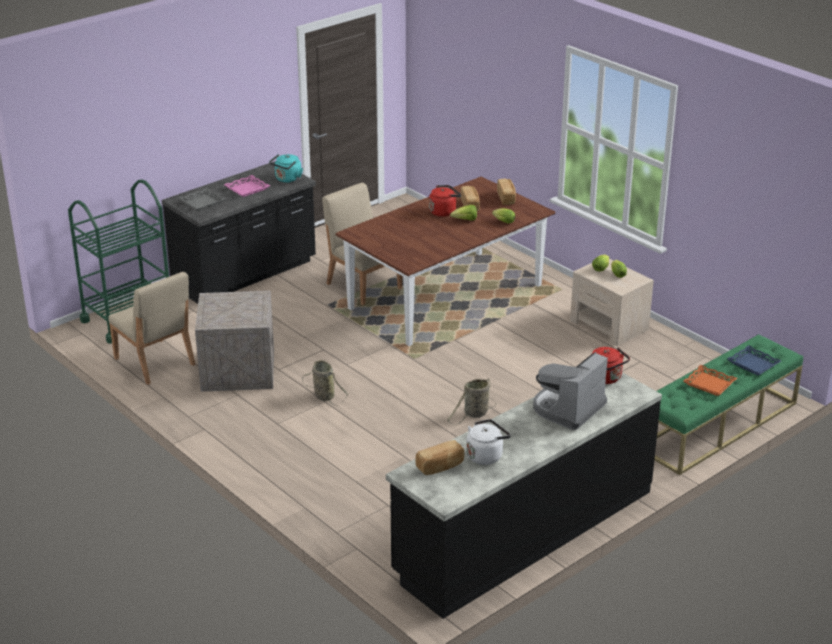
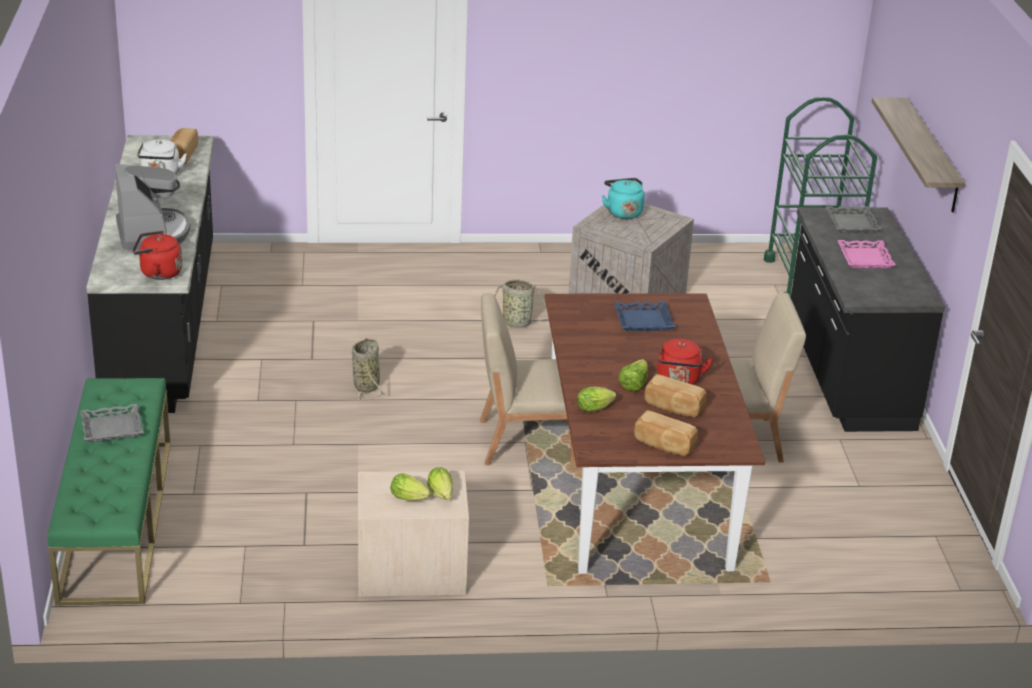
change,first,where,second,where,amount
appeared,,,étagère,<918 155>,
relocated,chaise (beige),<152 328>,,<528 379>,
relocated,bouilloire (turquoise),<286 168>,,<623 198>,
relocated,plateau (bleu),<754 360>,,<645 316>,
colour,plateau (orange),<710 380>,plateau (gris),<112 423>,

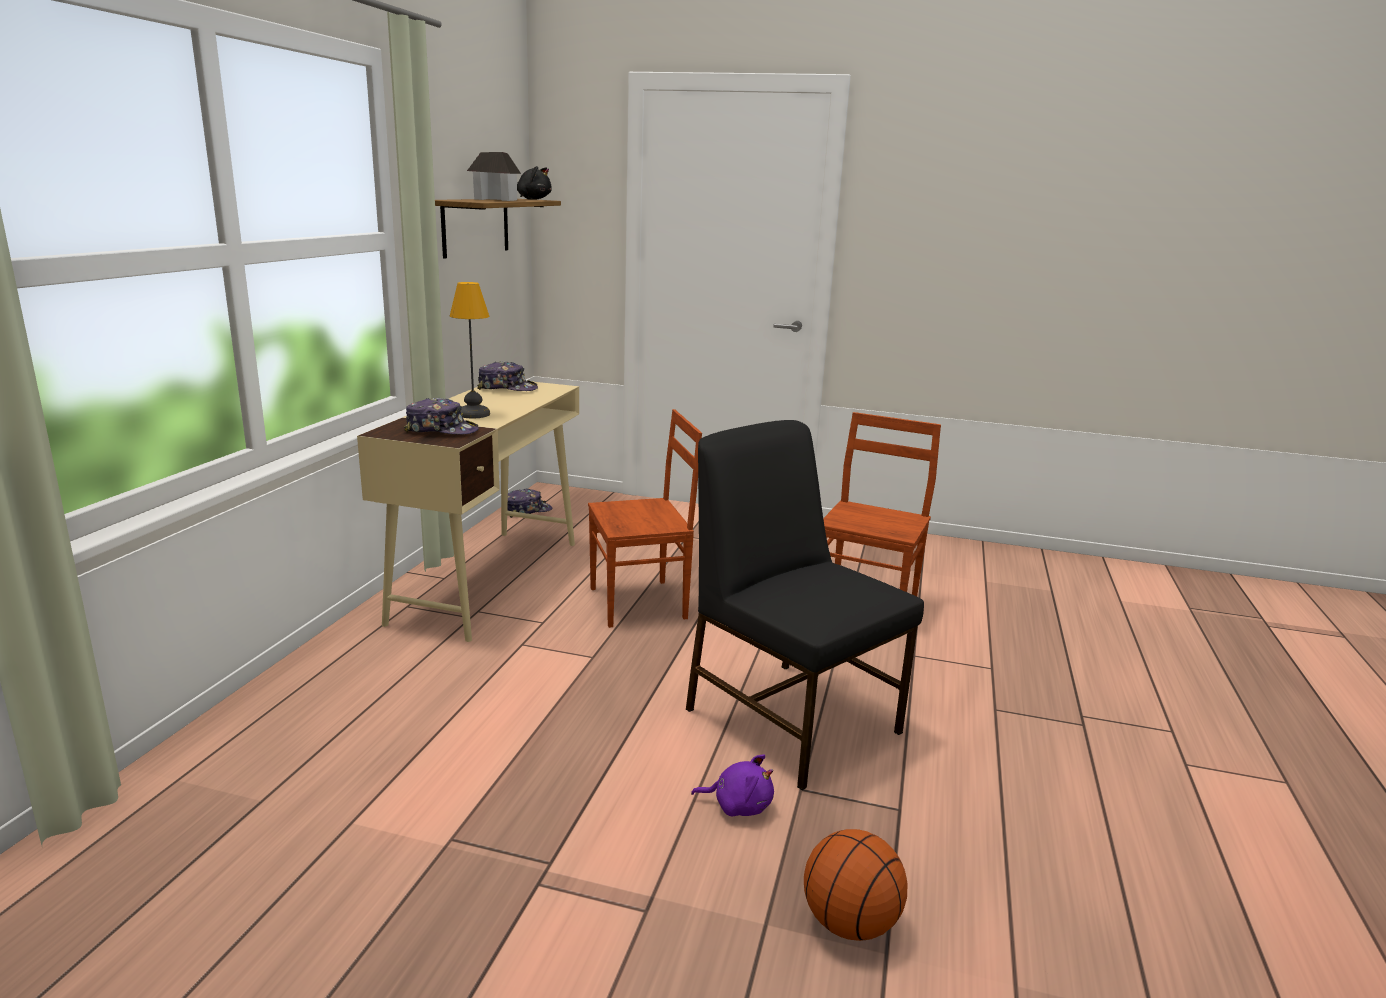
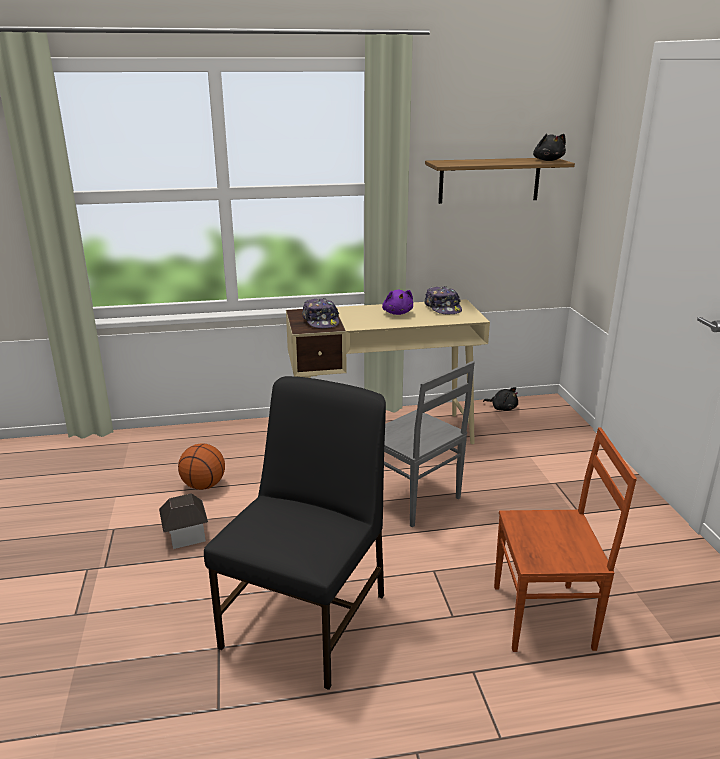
change,first,where,second,where,amount
missing,lampe de table,<470 350>,,,
relocated,maison miniature,<494 176>,,<183 521>,
relocated,peluche (violet),<732 785>,,<397 302>,
relocated,ballon de basket,<856 885>,,<201 467>,
exchanged,casquette,<529 503>,peluche (noir),<500 399>,
colour,chaise (marron),<645 518>,chaise (gris),<429 444>,

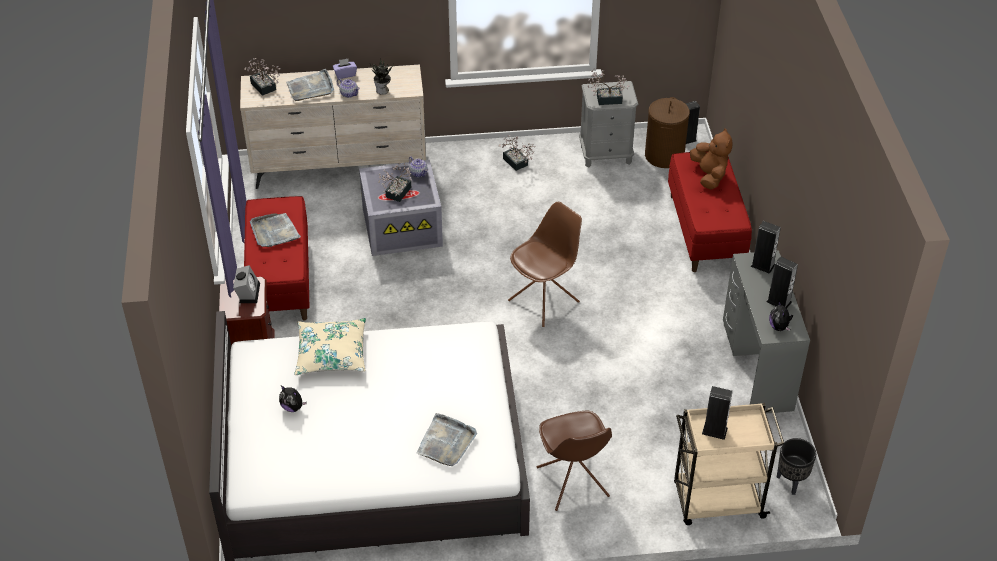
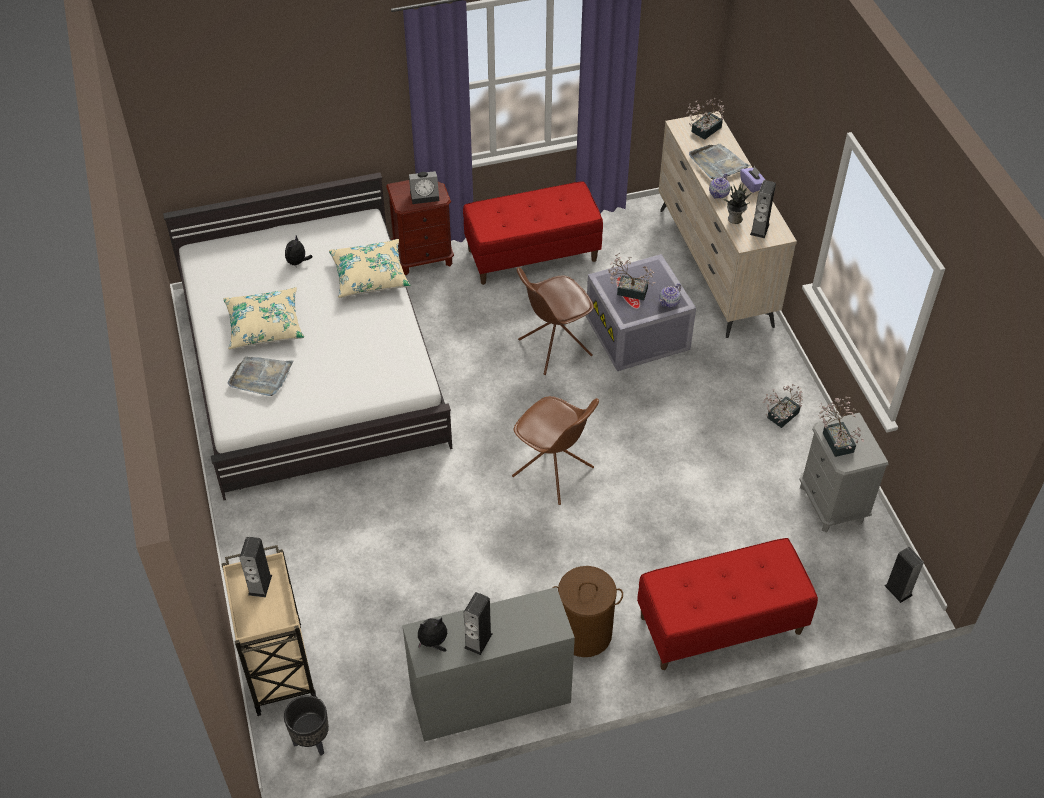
change,first,where,second,where,amount
missing,plateau (gris),<275 230>,,,
missing,peluche (marron),<711 159>,,,
appeared,,,coussin (beige),<263 318>,
relocated,chaise (marron),<574 461>,,<555 321>,
relocated,panier à linge (marron),<667 132>,,<587 611>,
relocated,enceinte,<766 247>,,<763 209>,

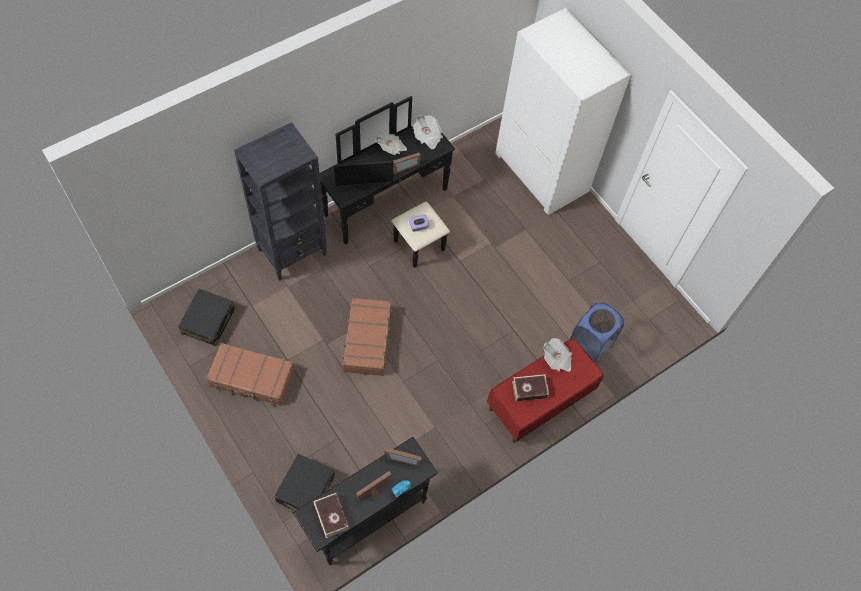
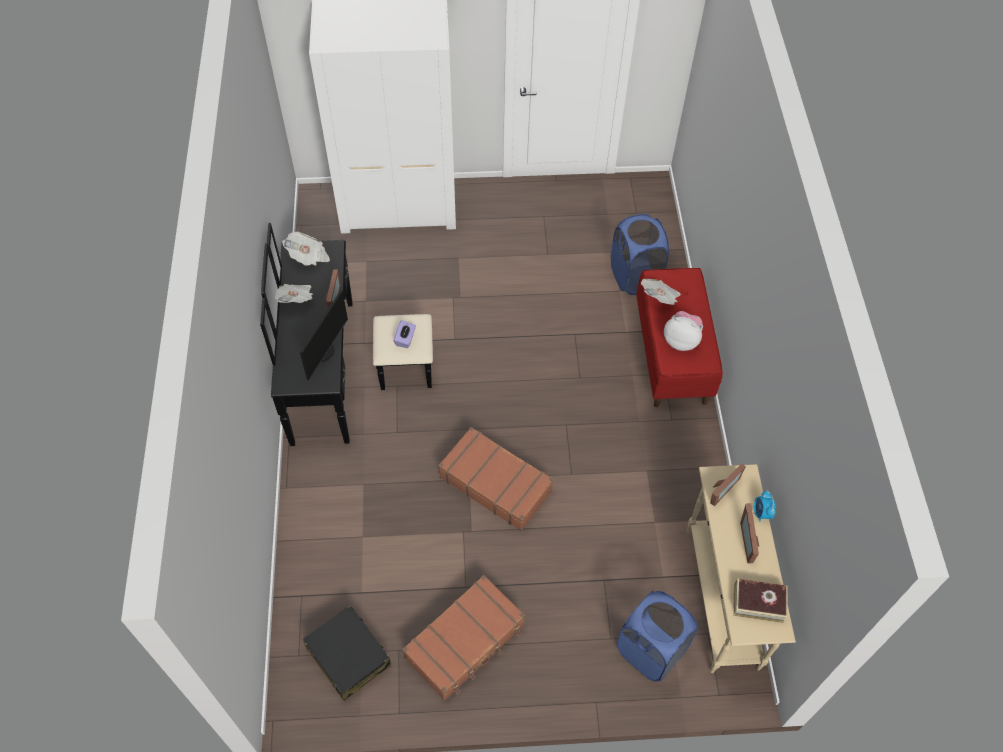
change,first,where,second,where,amount
missing,bibliothèque (noir),<280 201>,,,
exchanged,valise (noir),<304 483>,panier à linge (bleu),<657 636>,
exchanged,livre,<530 387>,peluche,<683 331>,
colour,table console (noir),<365 501>,table console (beige),<741 568>,

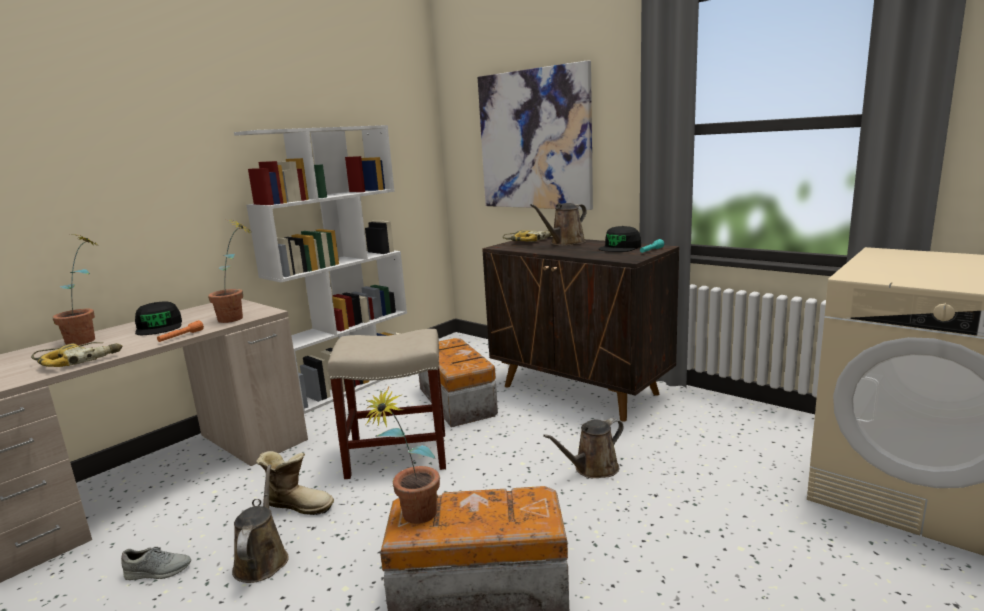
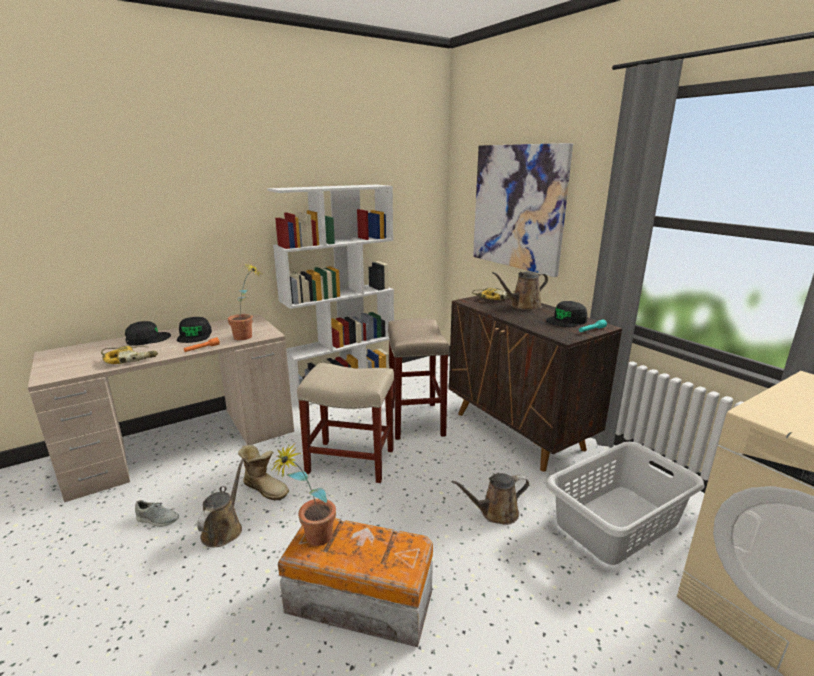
change,first,where,second,where,amount
appeared,,,panier à linge (gris),<624 503>,
exchanged,plante en pot,<75 289>,casquette (noir),<148 333>,
exchanged,boîte de rangement,<458 382>,tabouret (beige),<419 379>,

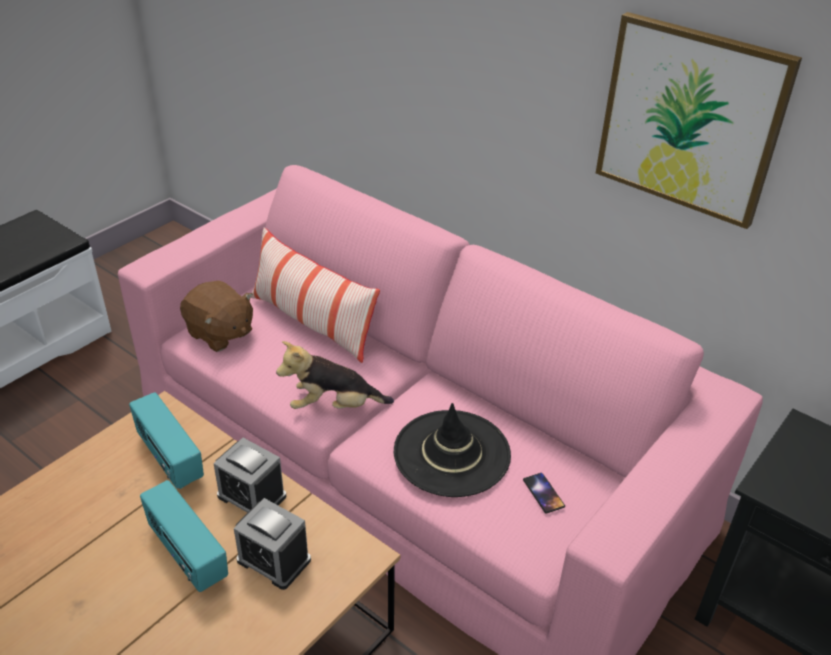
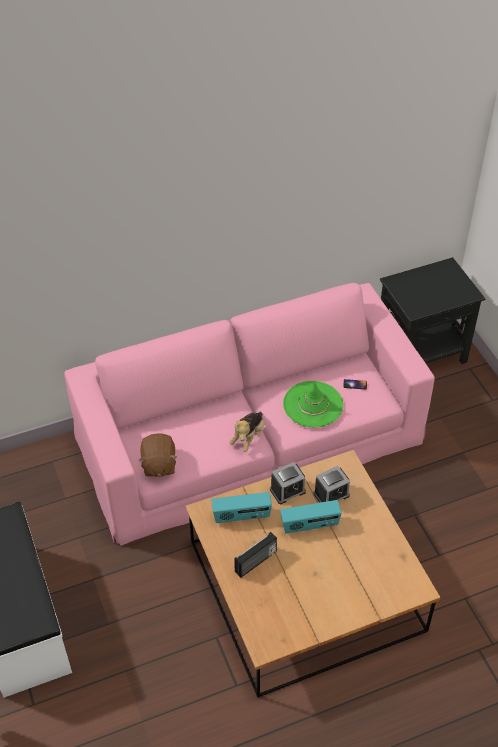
change,first,where,second,where,amount
missing,coussin,<315 295>,,,
missing,tableau,<699 120>,,,
appeared,,,radio,<255 555>,
colour,chapeau (noir),<452 450>,chapeau (vert),<313 404>,
spun,peluche (marron),<216 316>,,<158 455>,105 degrees clockwise

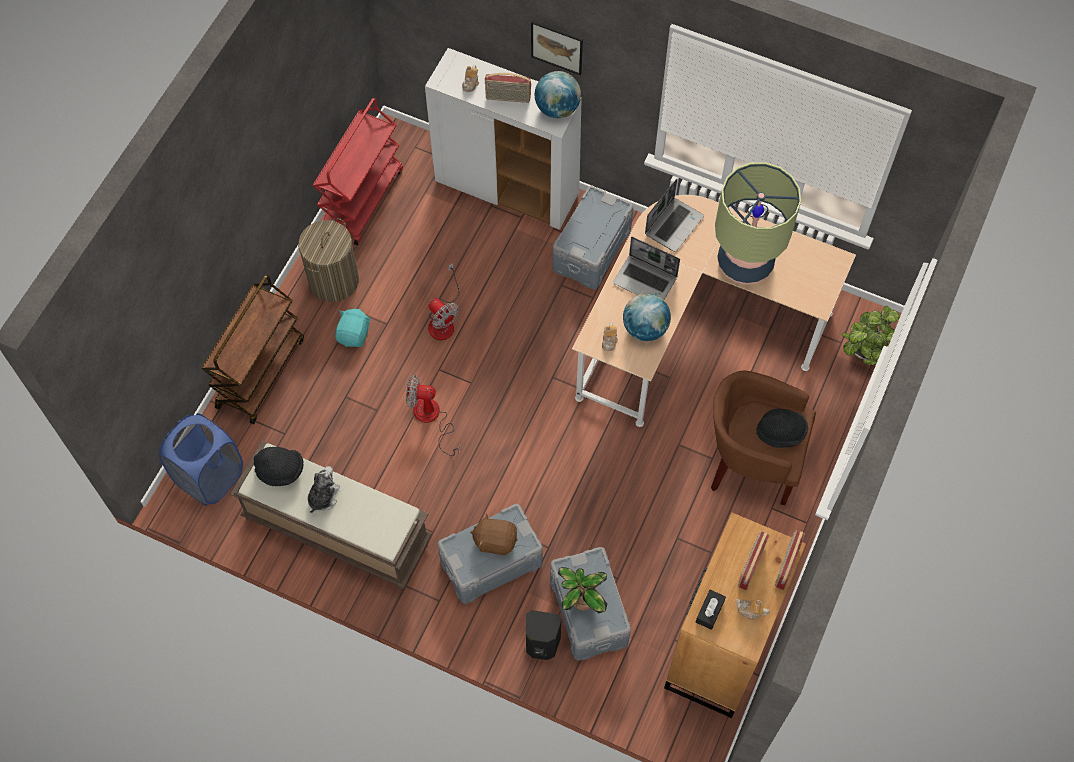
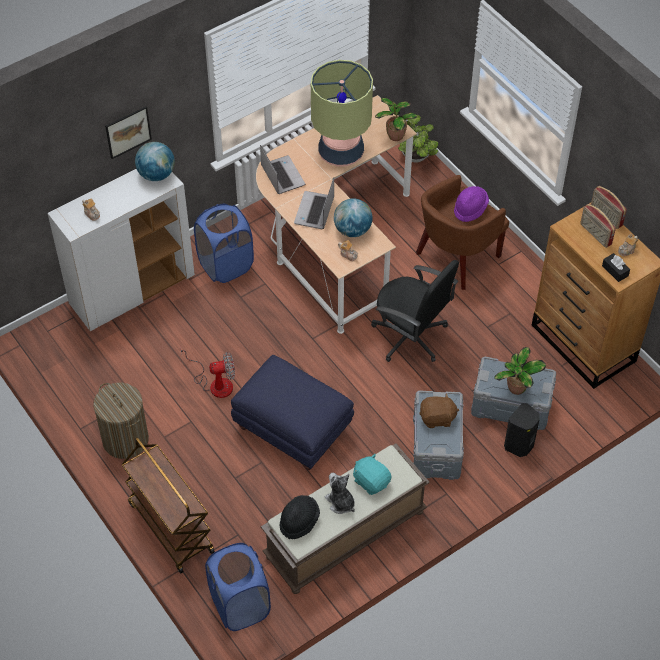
change,first,where,second,where,amount
missing,chariot (rouge),<358 171>,,,
missing,radio,<508 88>,,,
appeared,,,chaise de bureau (noir),<415 311>,
appeared,,,plante en pot,<396 119>,
relocated,peluche (turquoise),<352 328>,,<372 474>,
exchanged,ventilateur,<433 415>,pouf (bleu),<292 412>,
exchanged,boîte de rangement (gris),<592 237>,panier à linge (bleu),<224 243>,
colour,chapeau (noir),<782 428>,chapeau (violet),<471 204>,
spun,peluche (marron),<494 534>,,<439 410>,135 degrees counterclockwise
spun,ordinateur portable,<646 268>,,<314 203>,135 degrees clockwise

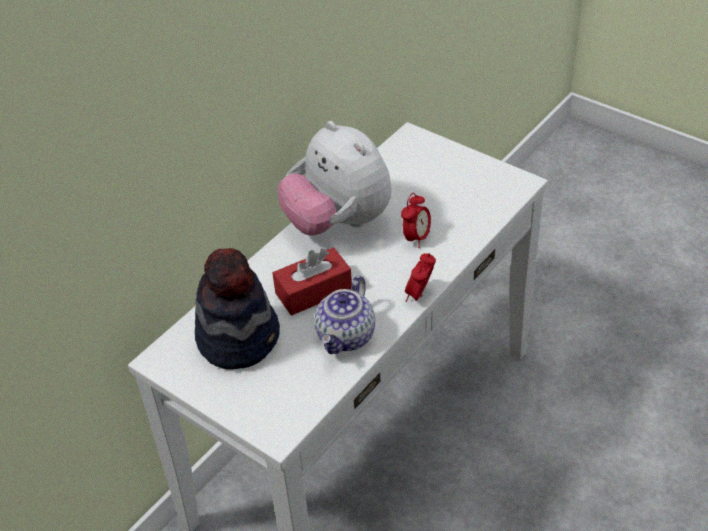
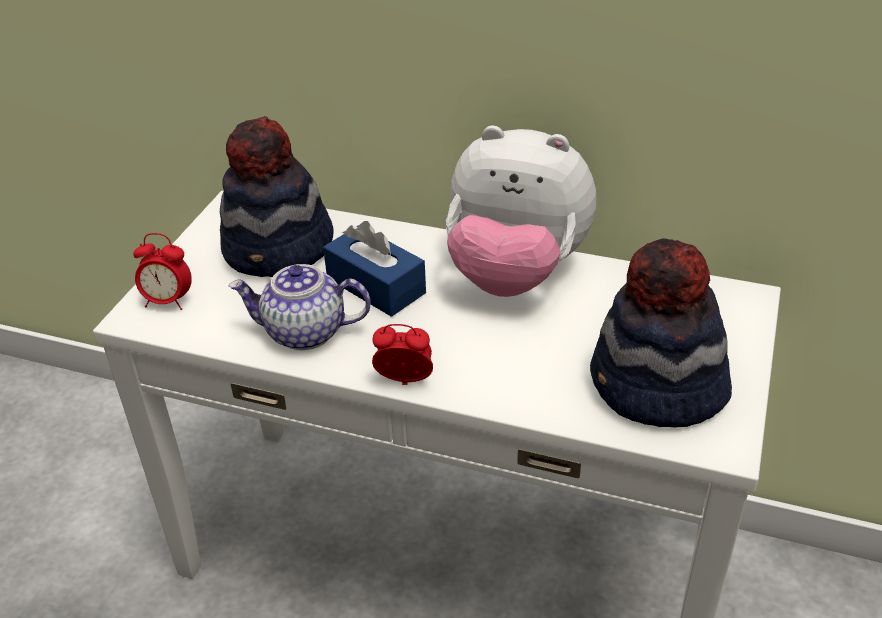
change,first,where,second,where,amount
appeared,,,chapeau,<661 332>,
relocated,réveil,<416 220>,,<162 271>,
colour,boîte à mouchoirs (rouge),<312 281>,boîte à mouchoirs (bleu),<374 269>,
spun,peluche,<334 178>,,<521 211>,105 degrees counterclockwise

